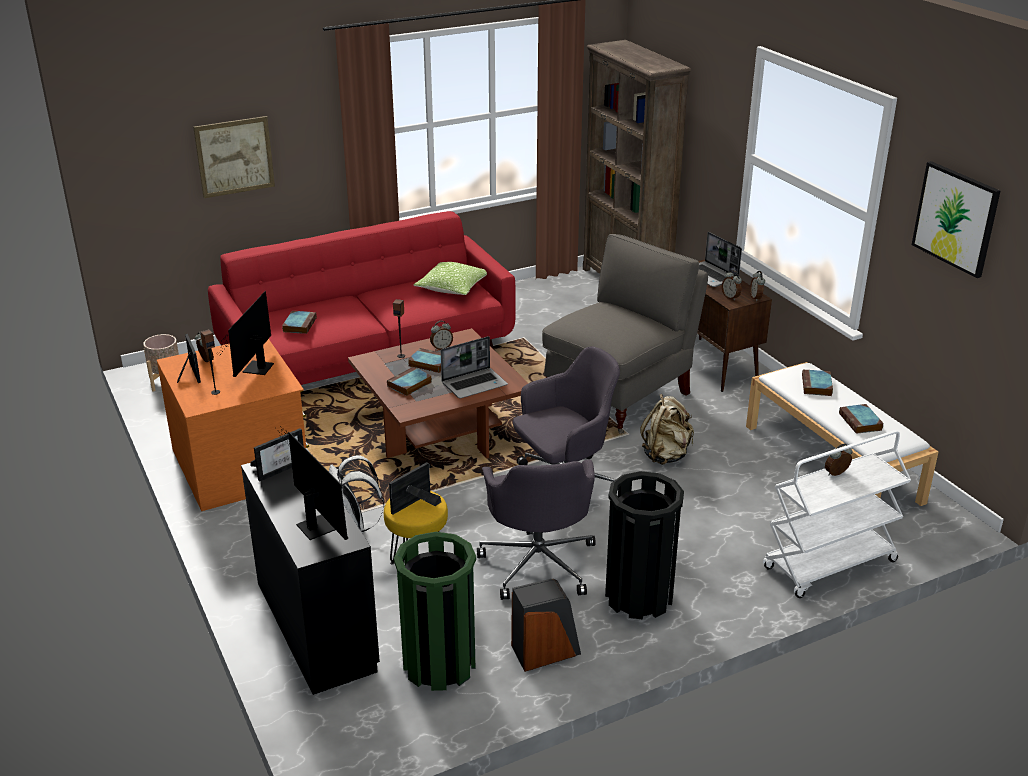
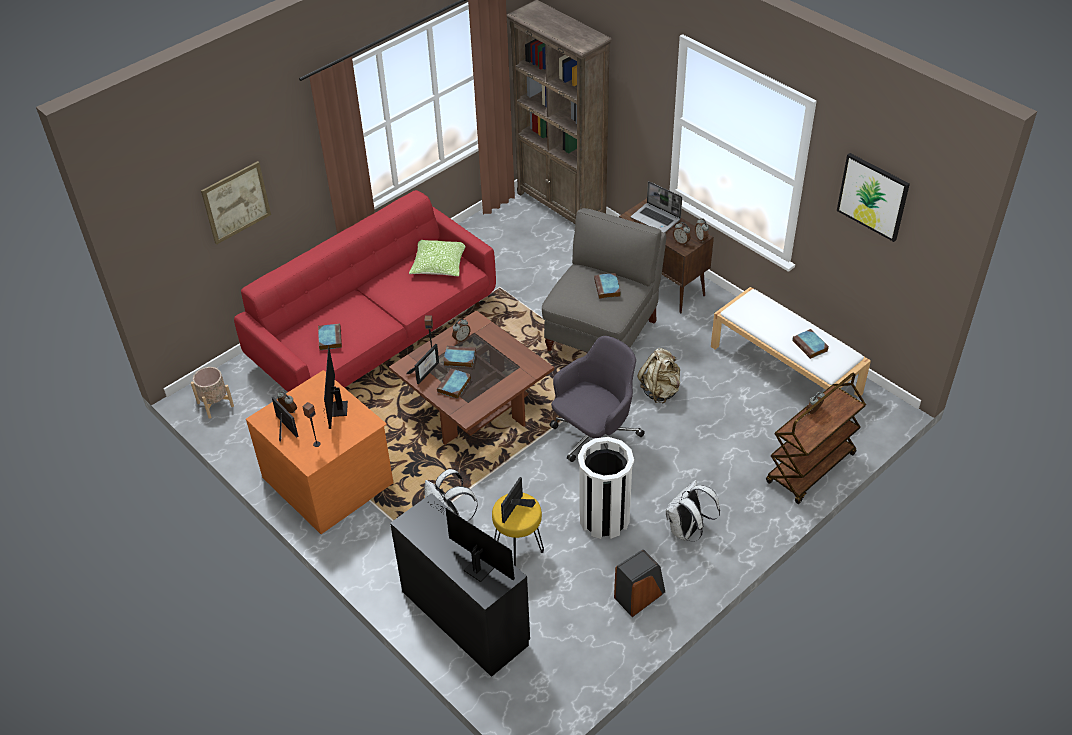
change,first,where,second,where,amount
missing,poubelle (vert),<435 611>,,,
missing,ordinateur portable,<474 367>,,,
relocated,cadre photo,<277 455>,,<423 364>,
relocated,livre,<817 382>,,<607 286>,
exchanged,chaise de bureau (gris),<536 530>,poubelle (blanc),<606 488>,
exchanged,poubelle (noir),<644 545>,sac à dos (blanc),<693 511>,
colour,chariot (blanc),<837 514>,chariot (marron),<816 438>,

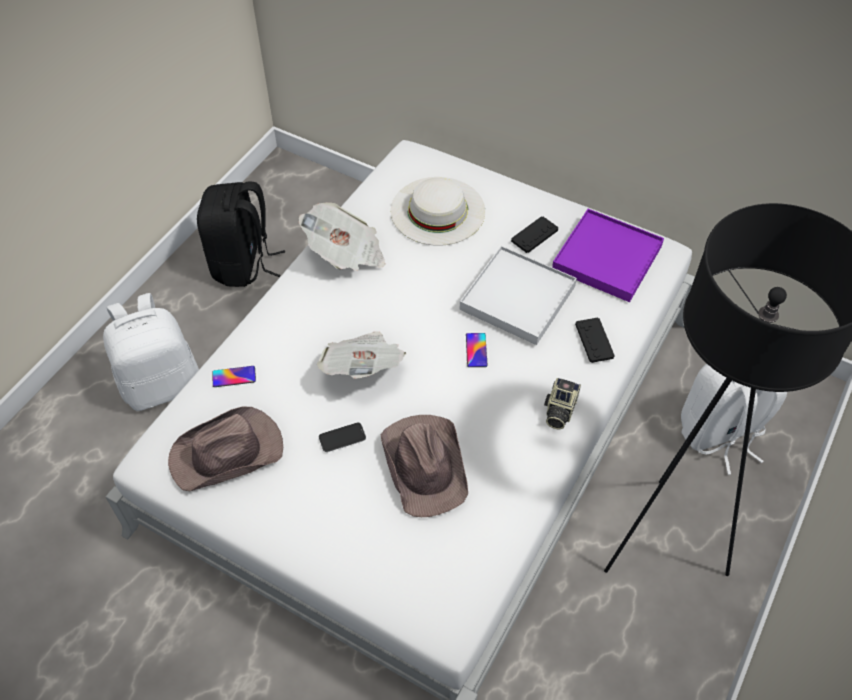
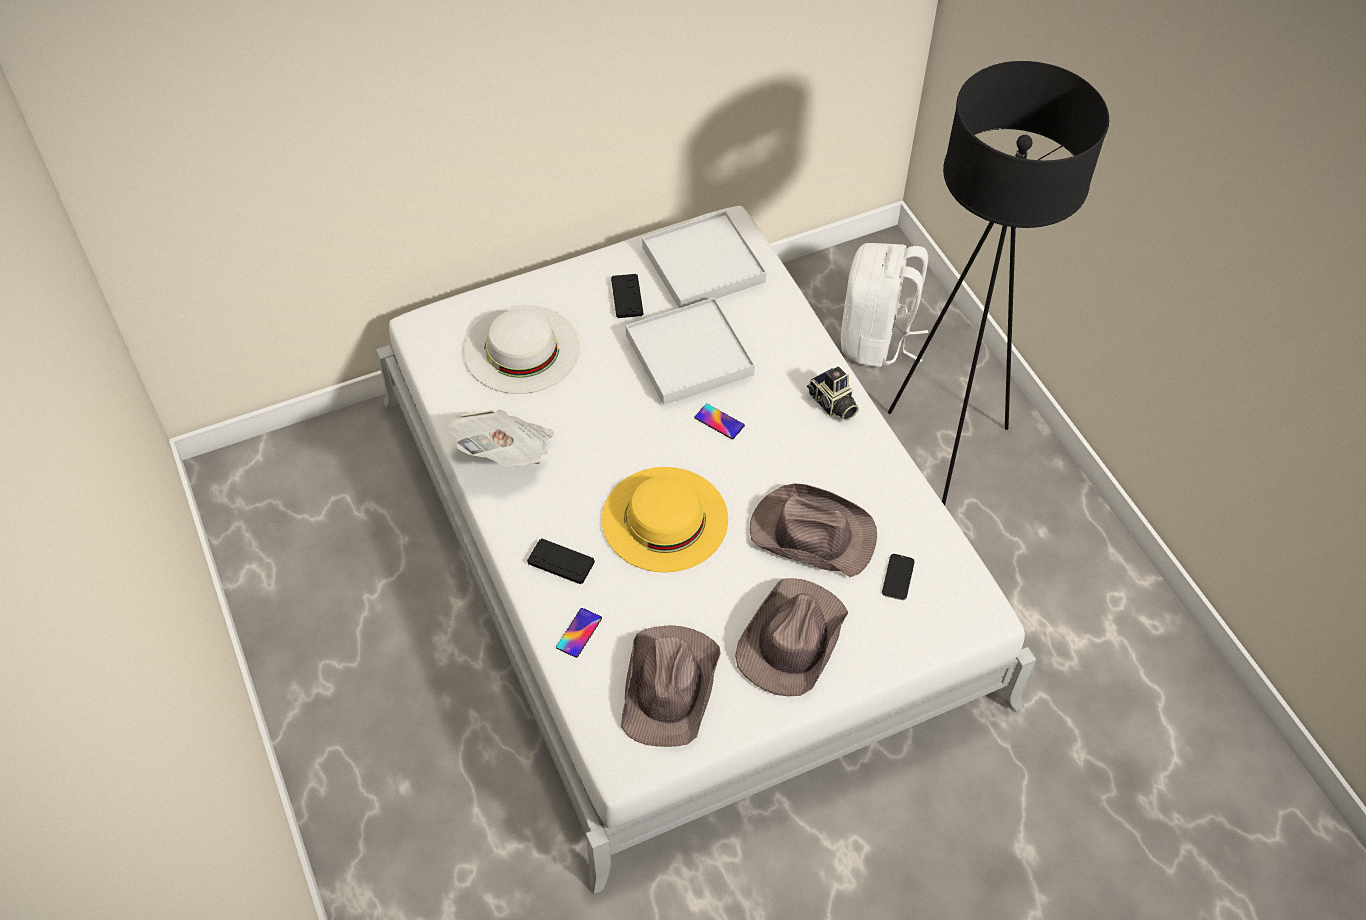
change,first,where,second,where,amount
missing,sac à dos (blanc),<151 352>,,,
missing,sac à dos (noir),<241 234>,,,
appeared,,,chapeau (marron),<792 637>,
relocated,téléphone,<342 437>,,<898 577>,
relocated,manette (noir),<595 340>,,<561 561>,
exchanged,journal,<361 355>,chapeau (jaune),<665 519>,
colour,plateau (violet),<608 255>,plateau (blanc),<704 259>,

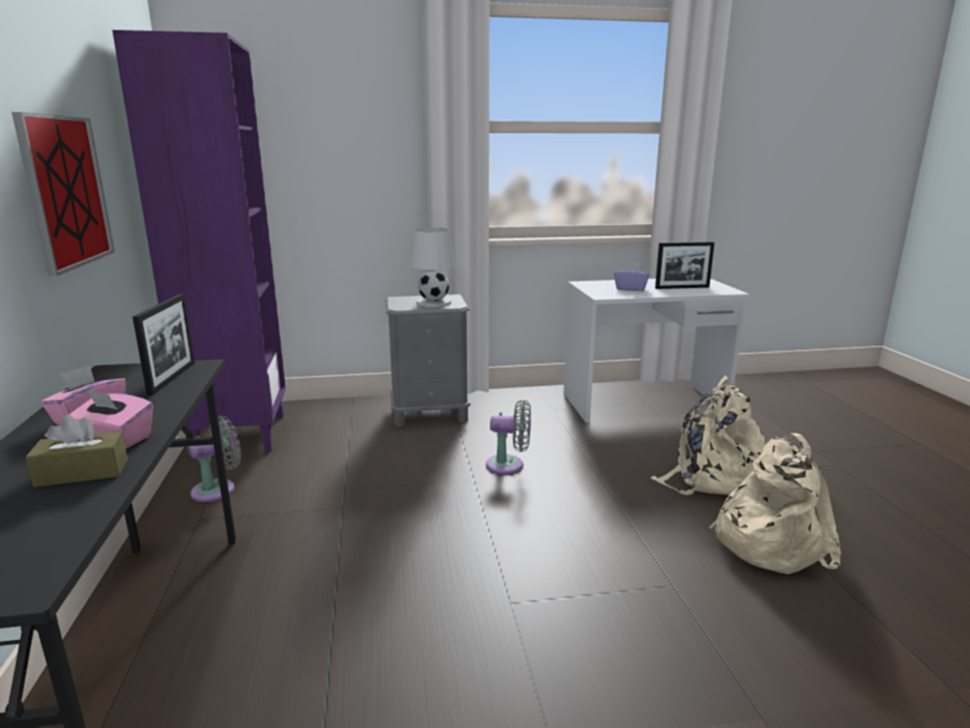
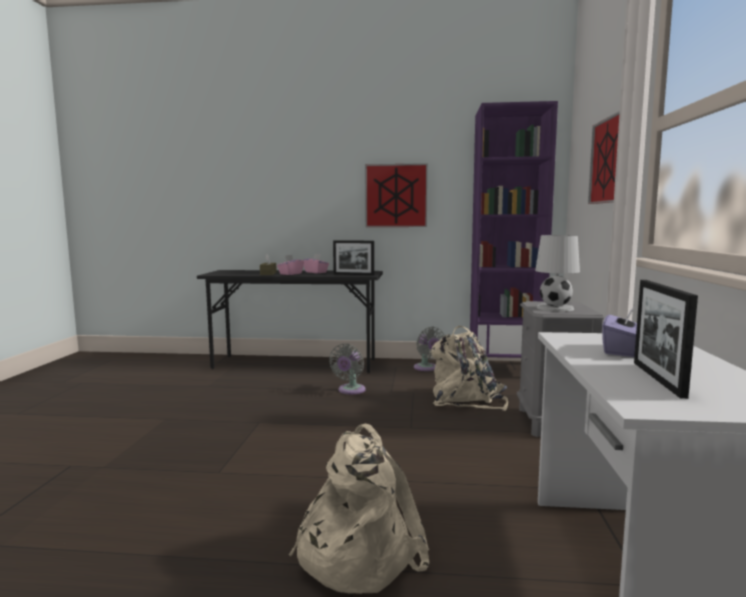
change,first,where,second,where,amount
appeared,,,tableau,<604 157>,
relocated,ventilateur (gris),<508 437>,,<347 369>,
relocated,sac à dos (beige),<775 503>,,<469 368>,

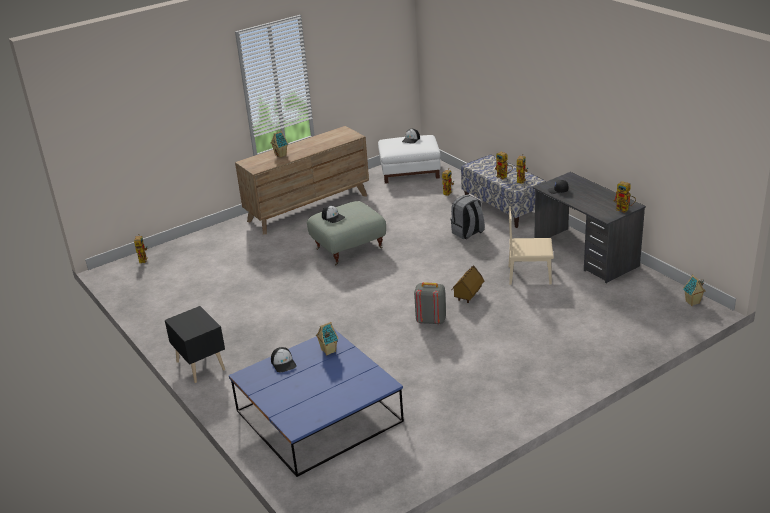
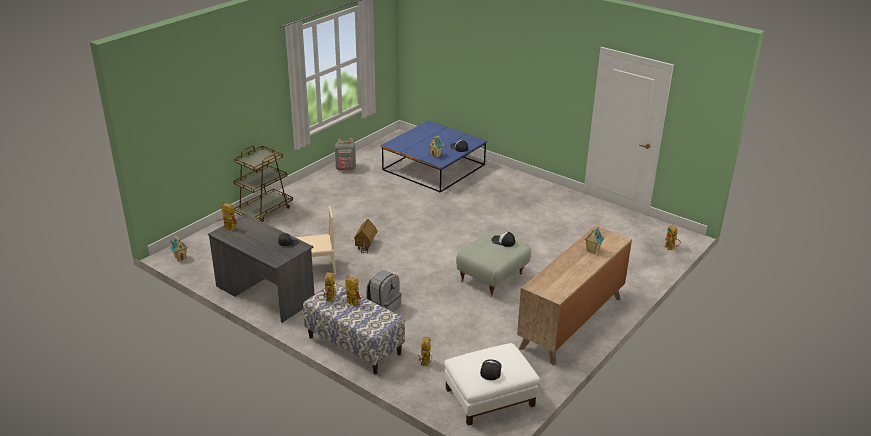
change,first,where,second,where,amount
missing,table de chevet (noir),<195 344>,,,
appeared,,,chariot (marron),<263 184>,
relocated,sac à dos (gris),<430 303>,,<345 154>,

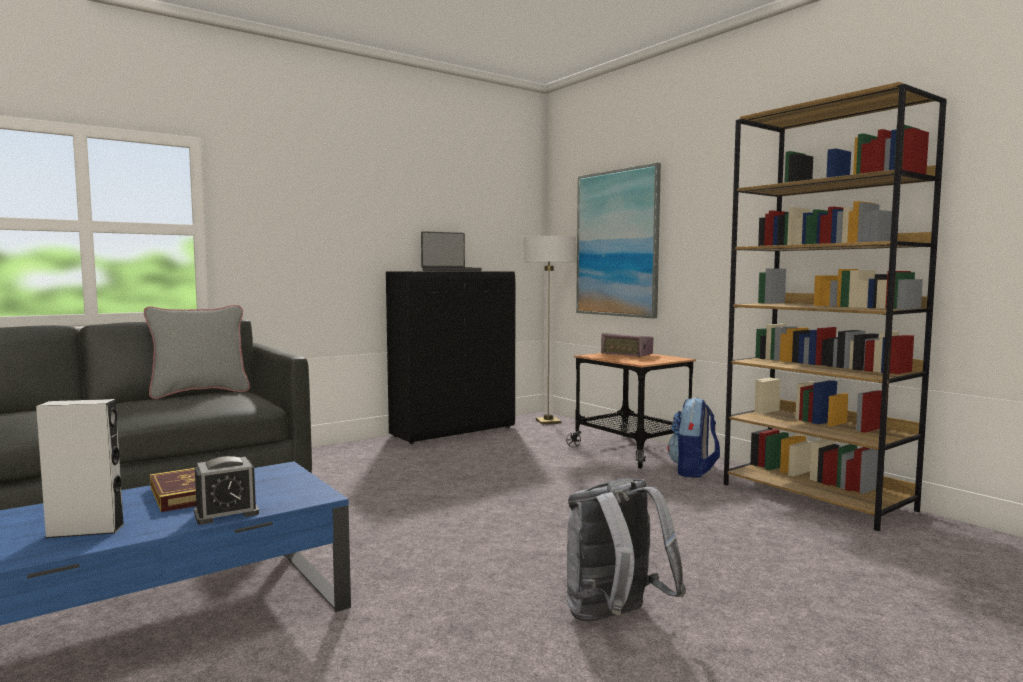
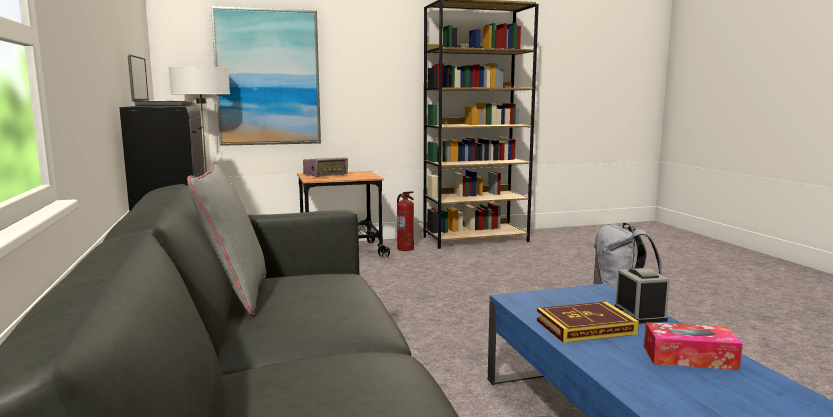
change,first,where,second,where,amount
exchanged,enceinte (gris),<80 468>,boîte à mouchoirs,<693 346>,
exchanged,sac à dos,<694 437>,extincteur,<405 221>,

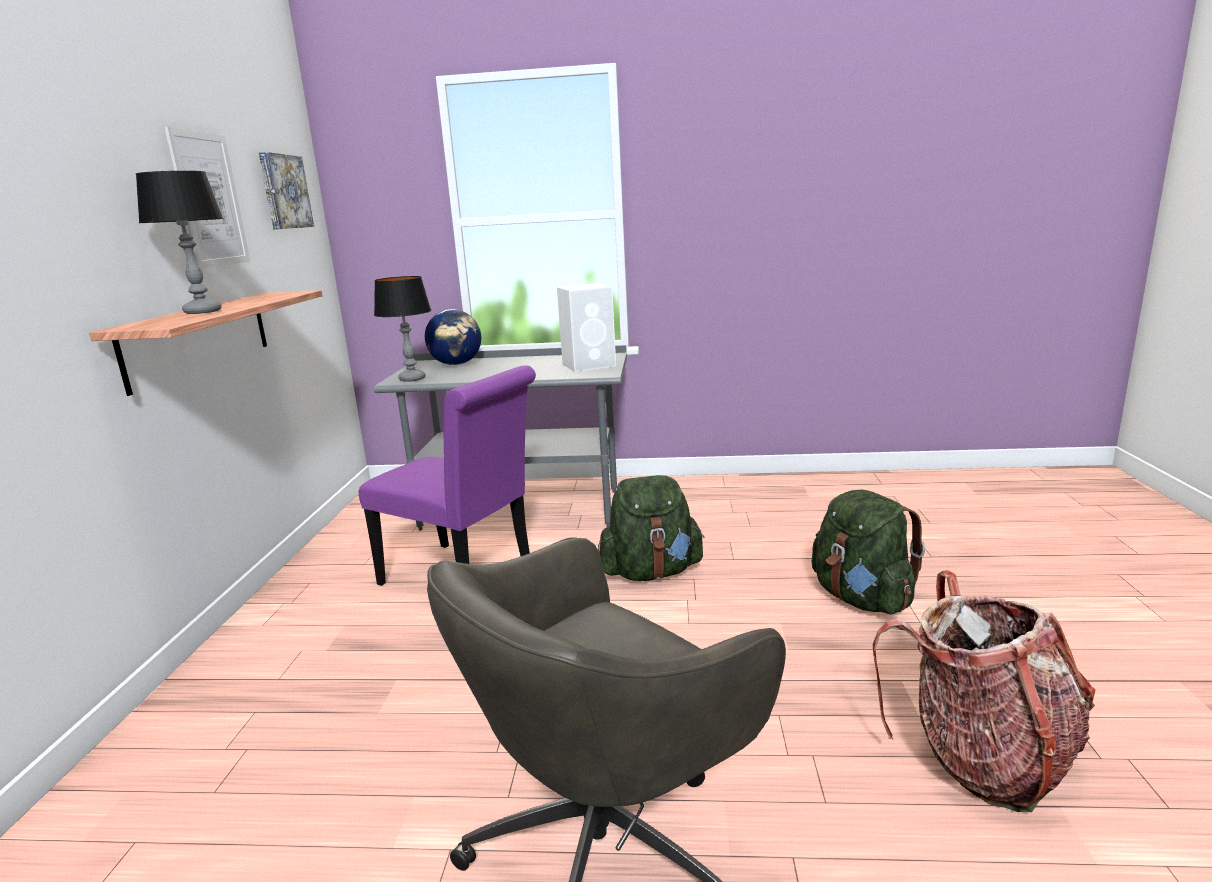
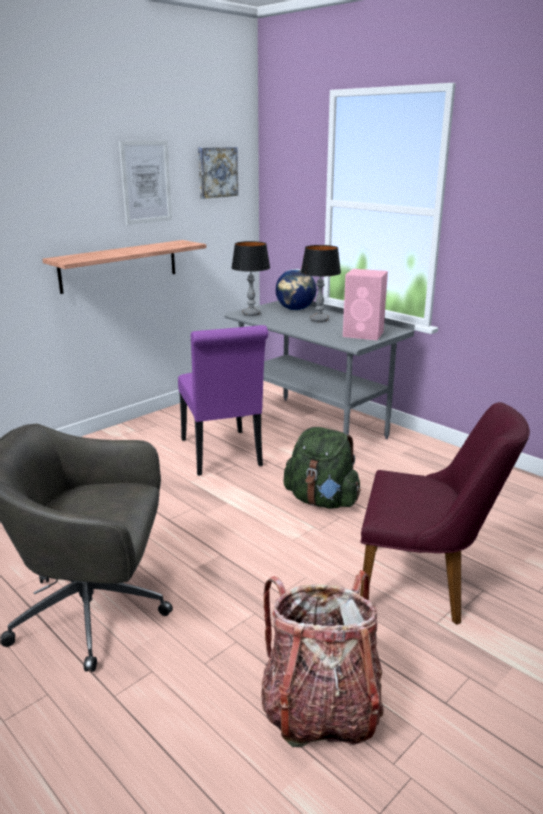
change,first,where,second,where,amount
relocated,lampe de table,<180 242>,,<321 283>,
exchanged,sac à dos (vert),<868 552>,chaise (violet),<445 513>,
colour,enceinte (blanc),<586 327>,enceinte (rose),<365 304>,

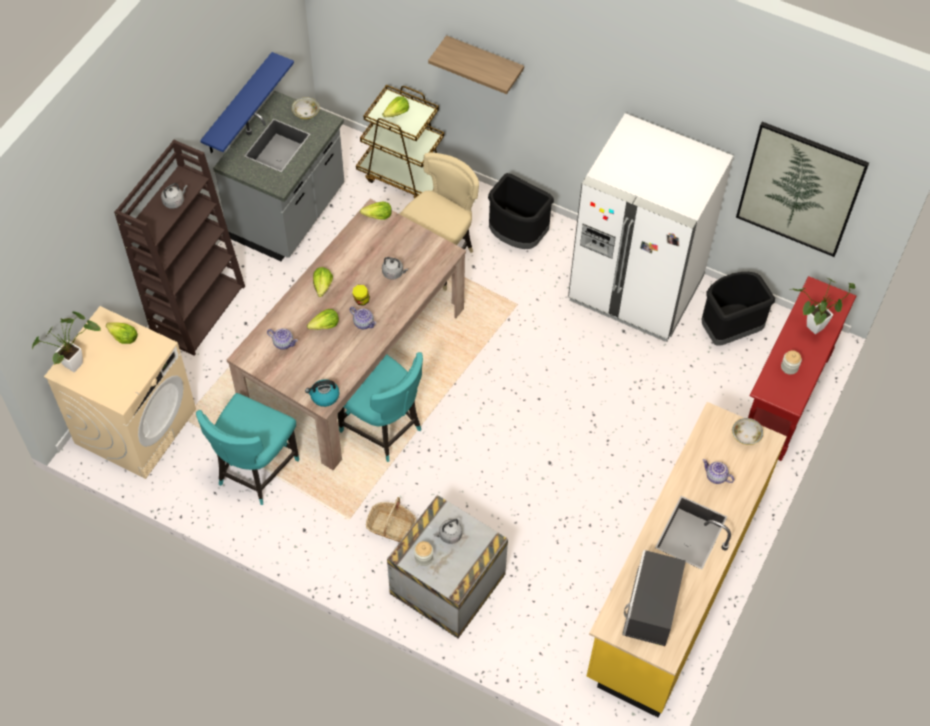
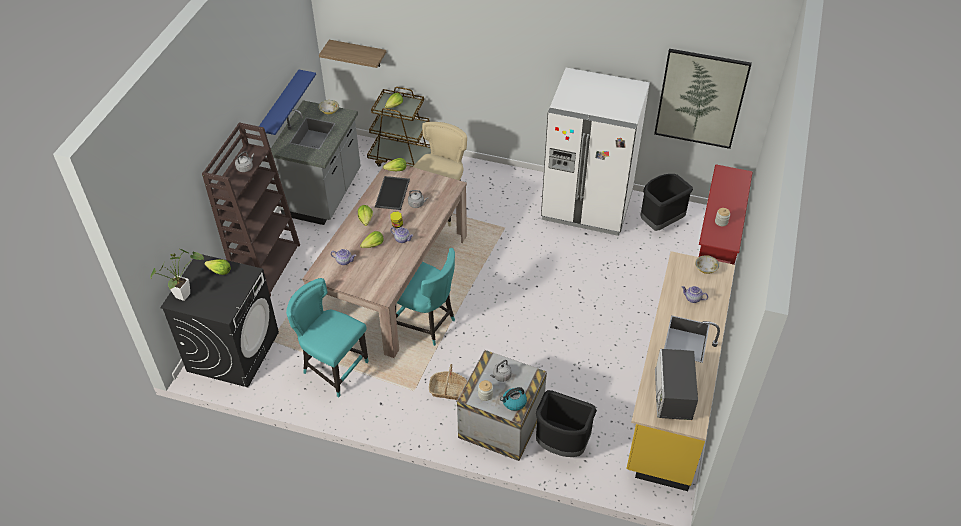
change,first,where,second,where,amount
missing,plante en pot,<823 306>,,,
appeared,,,plateau,<392 193>,
relocated,bouilloire,<322 393>,,<513 399>,
relocated,étagère,<476 64>,,<352 54>,
relocated,poubelle (noir),<521 211>,,<566 423>,
colour,lave-linge (beige),<120 392>,lave-linge (noir),<219 320>,
spun,chaise (turquoise),<248 449>,,<327 337>,105 degrees clockwise

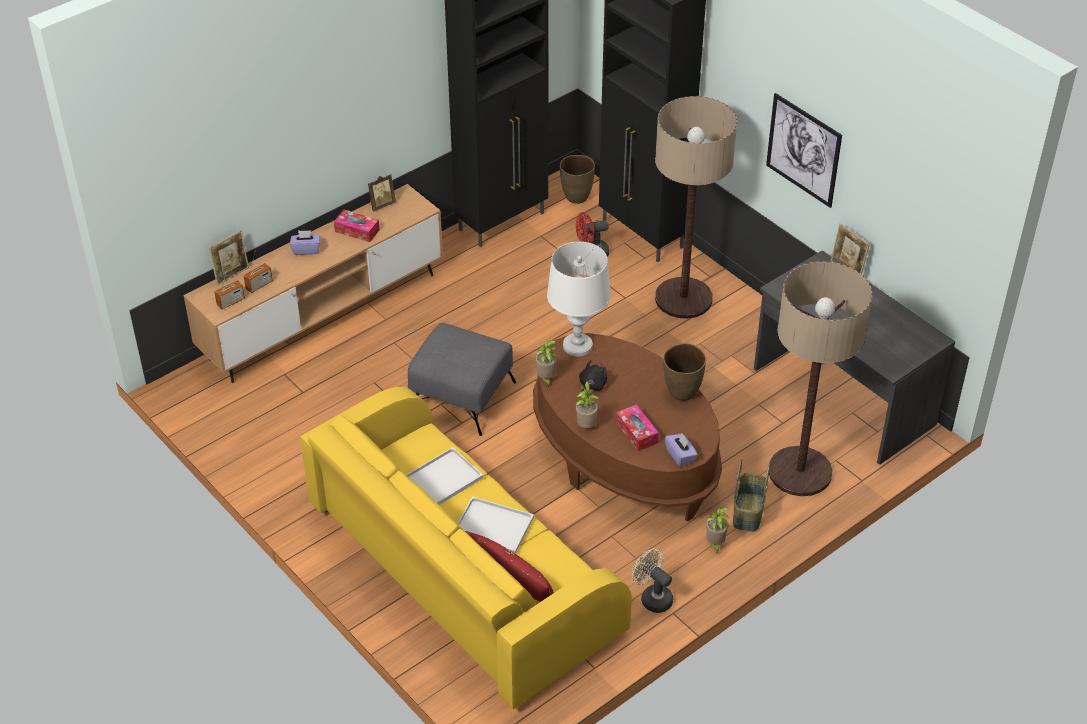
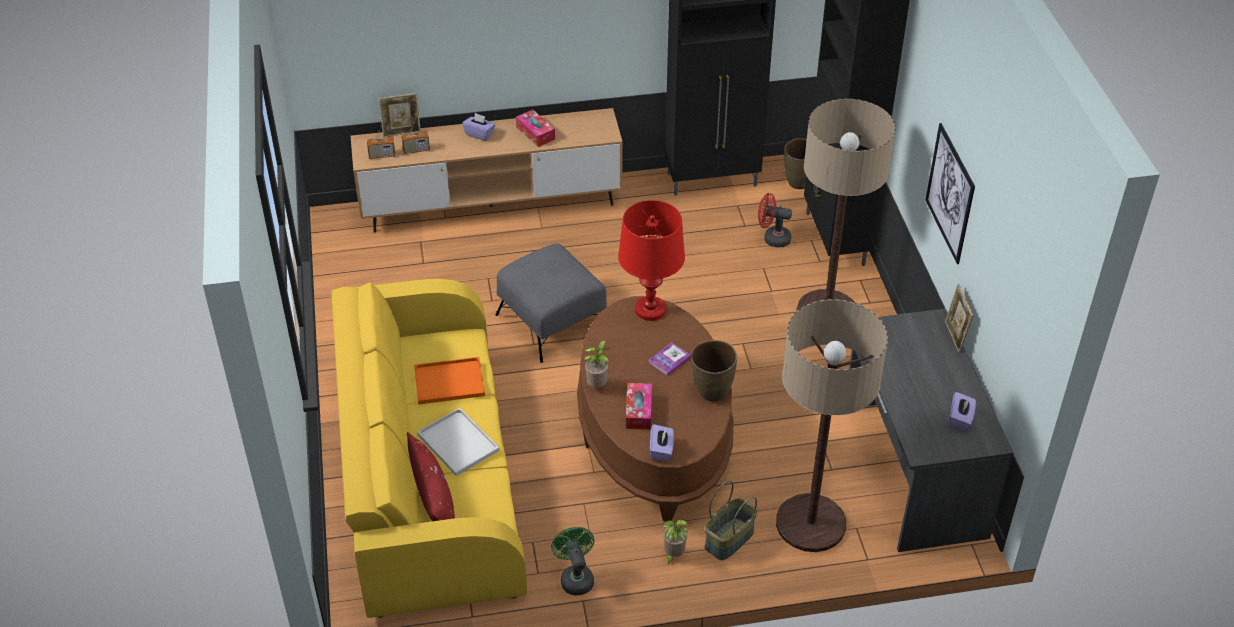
change,first,where,second,where,amount
missing,cadre photo,<382 193>,,,
missing,plante en pot,<547 363>,,,
missing,peluche (noir),<593 376>,,,
appeared,,,livre,<669 359>,
appeared,,,boîte à mouchoirs (violet),<962 411>,
colour,plateau (blanc),<444 476>,plateau (orange),<449 381>,
colour,lampe de table (blanc),<579 299>,lampe de table (rouge),<651 260>,
colour,ventilateur (beige),<652 580>,ventilateur (vert),<572 561>,

